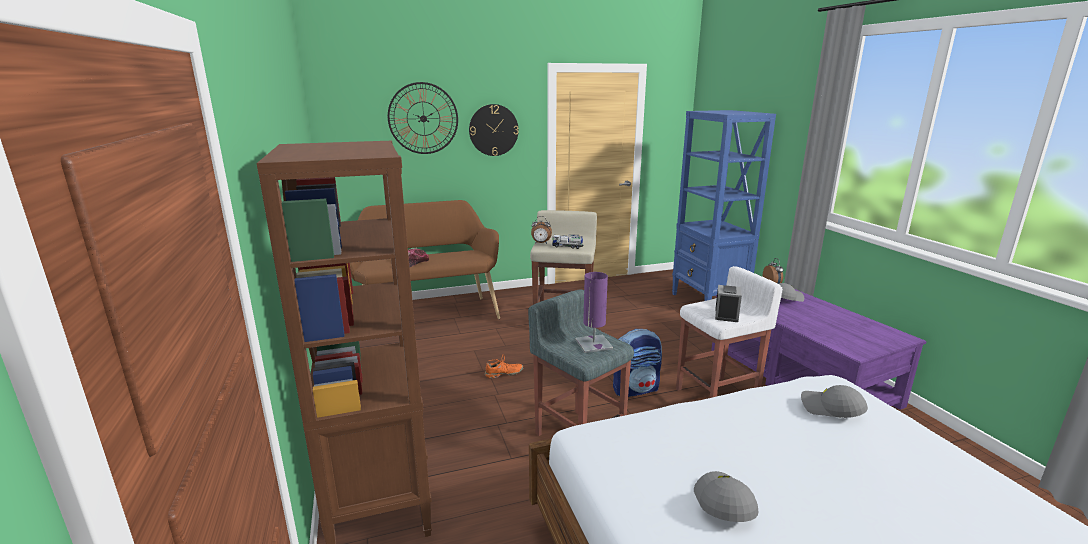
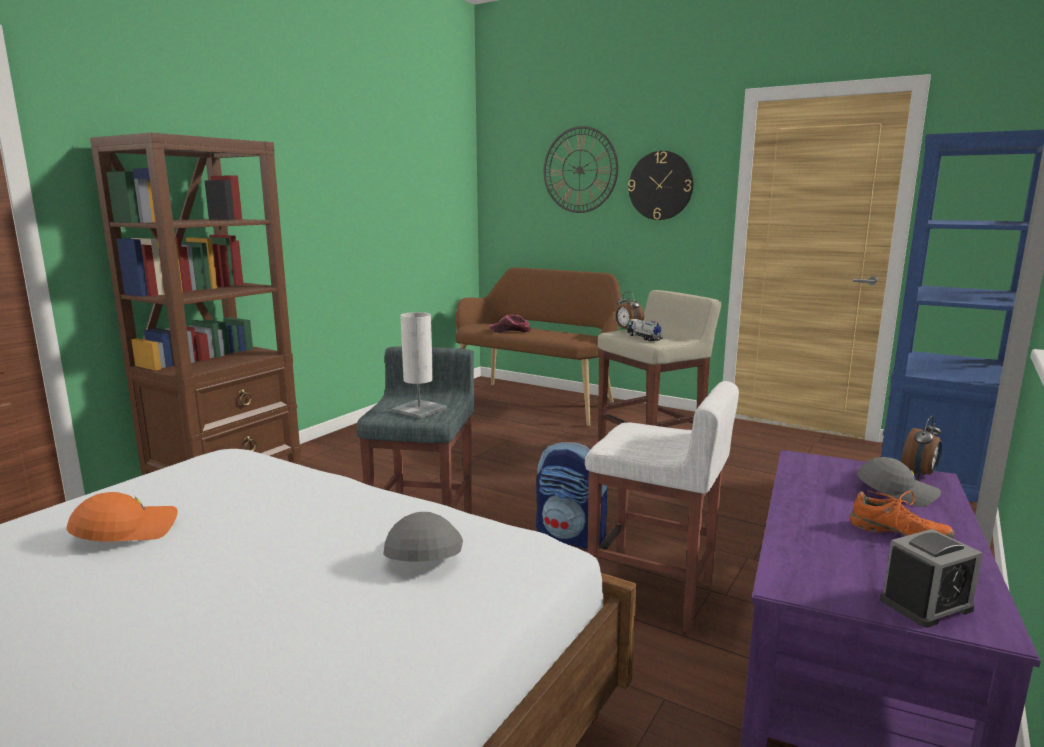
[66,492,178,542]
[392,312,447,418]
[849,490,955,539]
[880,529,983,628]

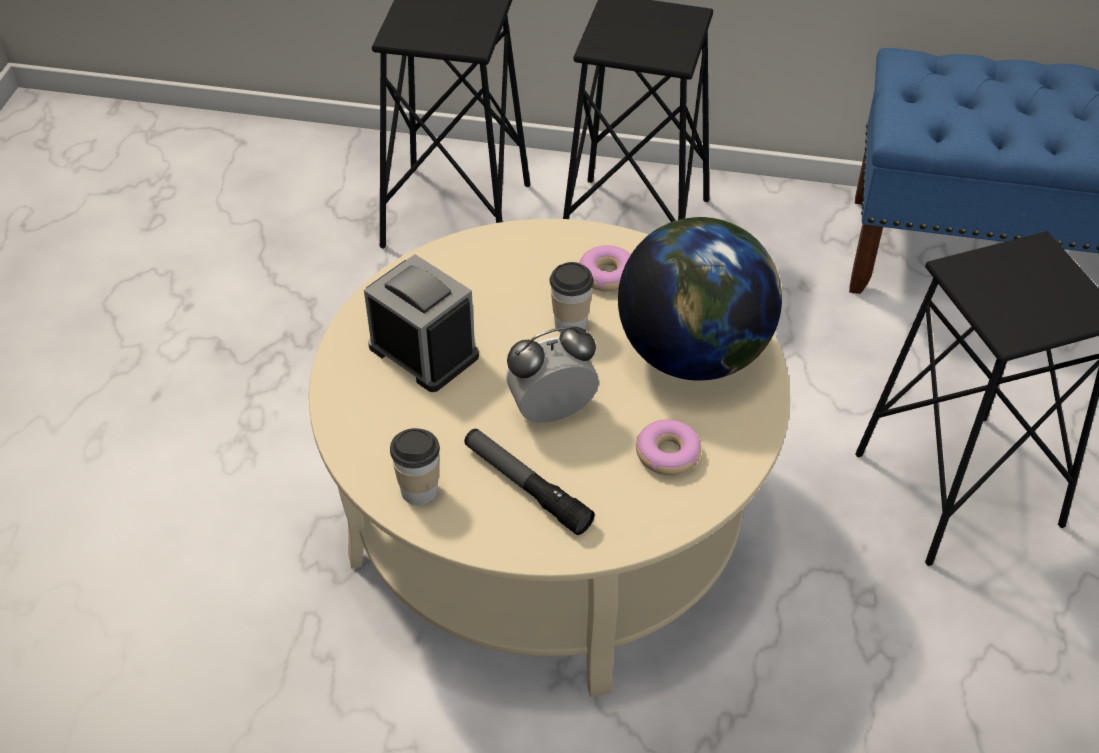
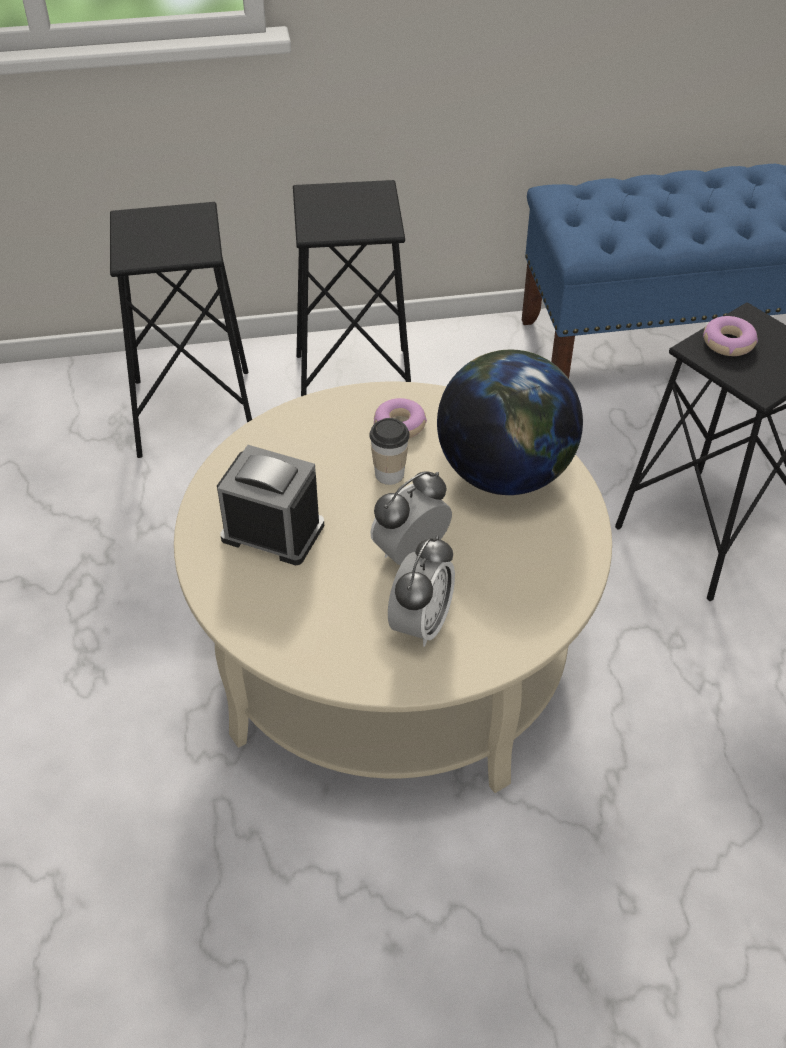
[388,535,455,647]
[703,316,758,356]
[390,428,440,505] (first image)

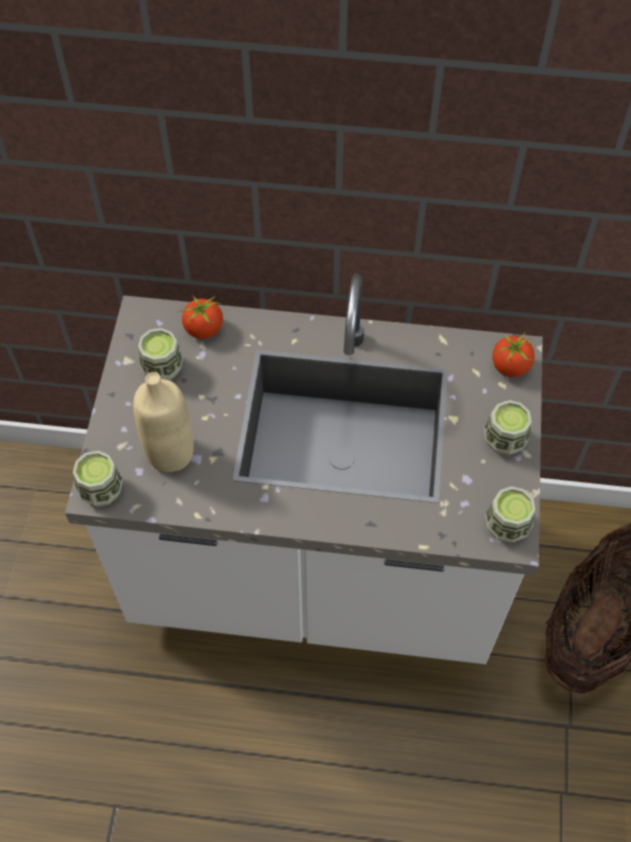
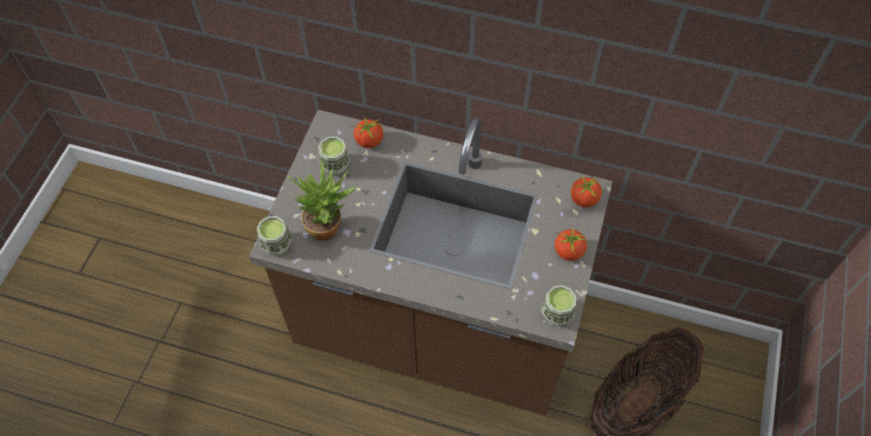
[249,110,613,415]
[287,161,356,241]
[555,226,588,261]

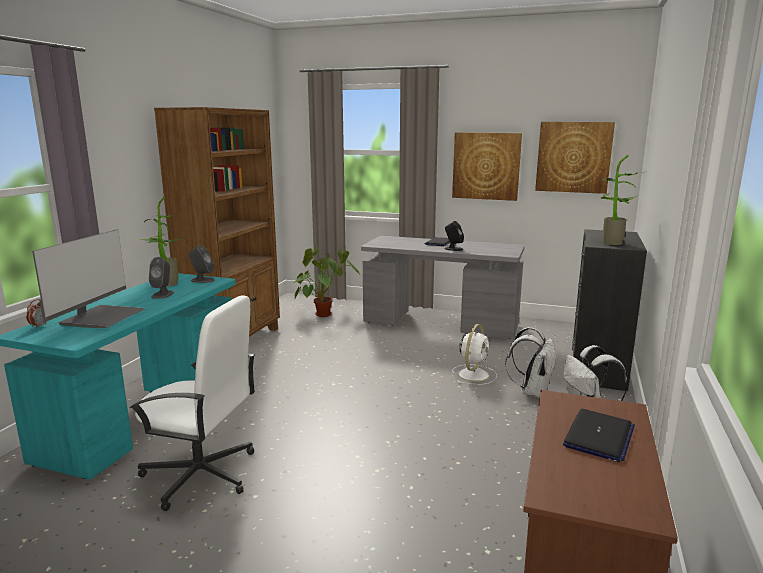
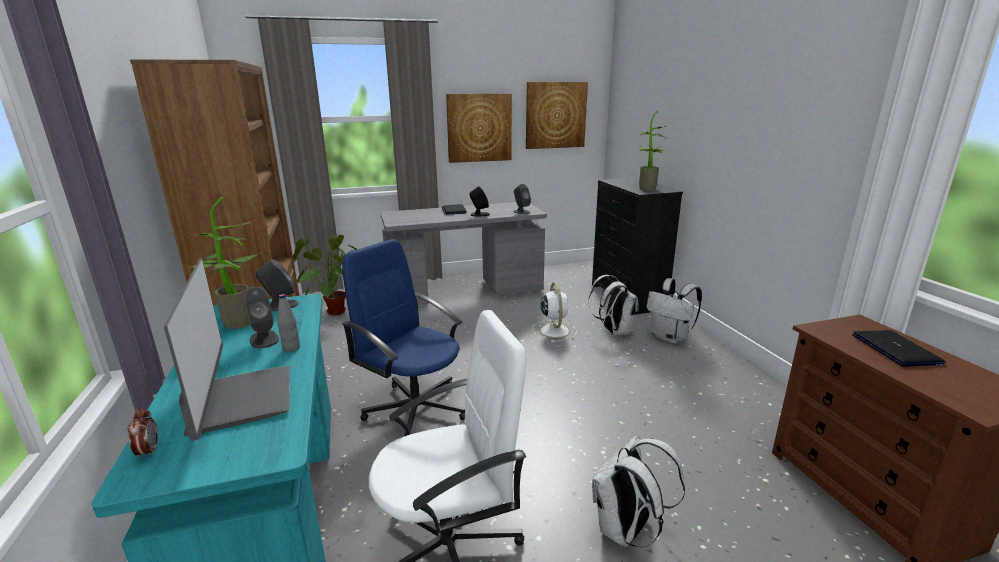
[277,294,300,352]
[342,239,465,436]
[513,184,531,214]
[592,436,685,547]

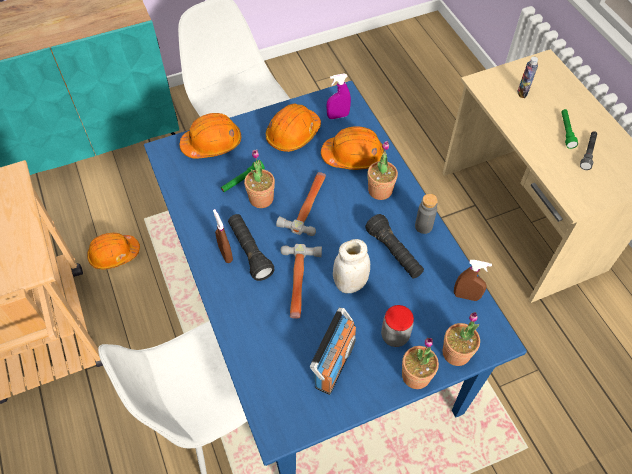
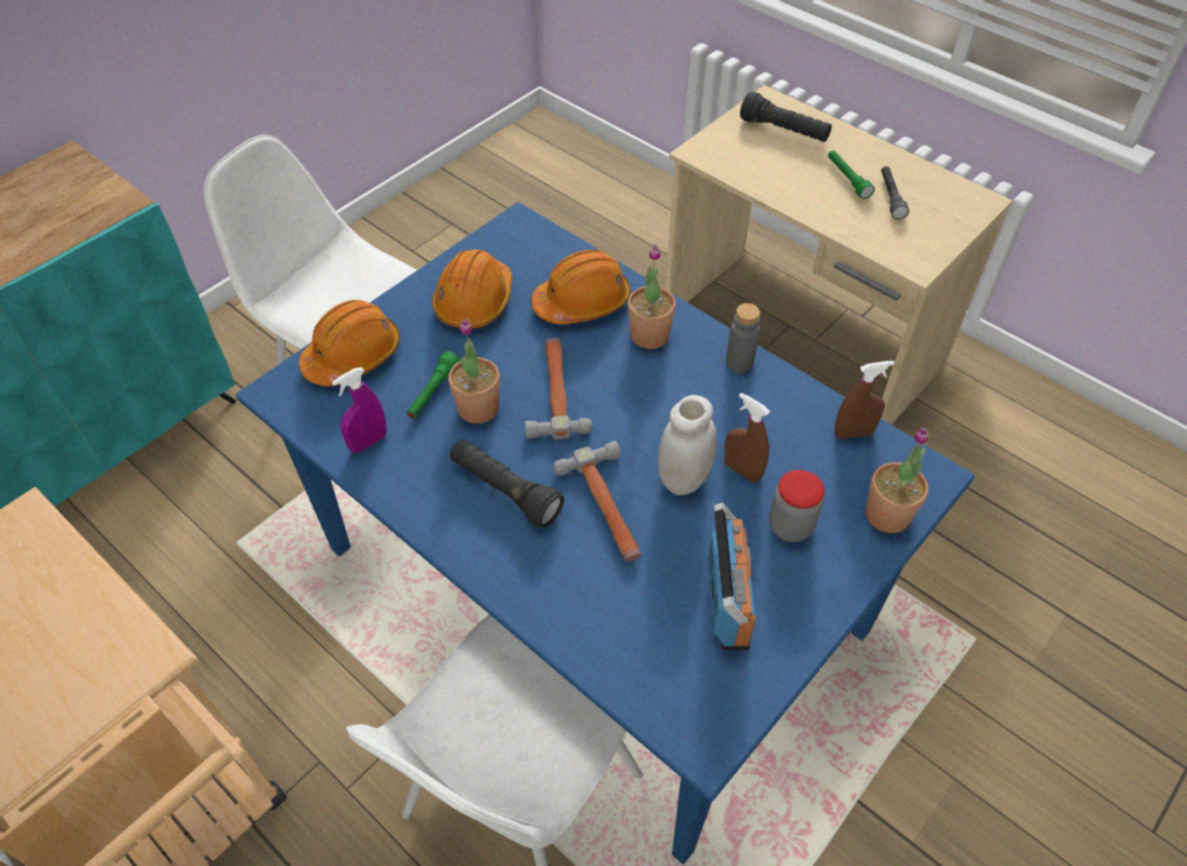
[332,367,387,453]
[724,393,770,482]
[740,92,832,142]
[87,233,140,269] (first image)
[402,338,439,389] (first image)
[518,57,538,98] (first image)

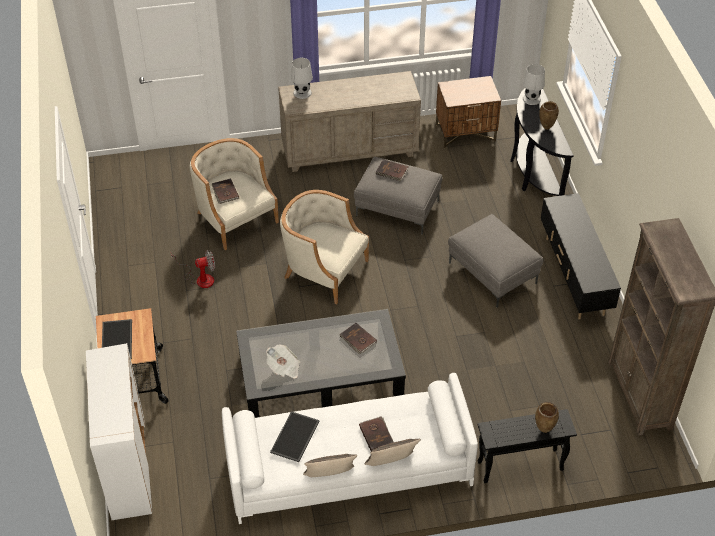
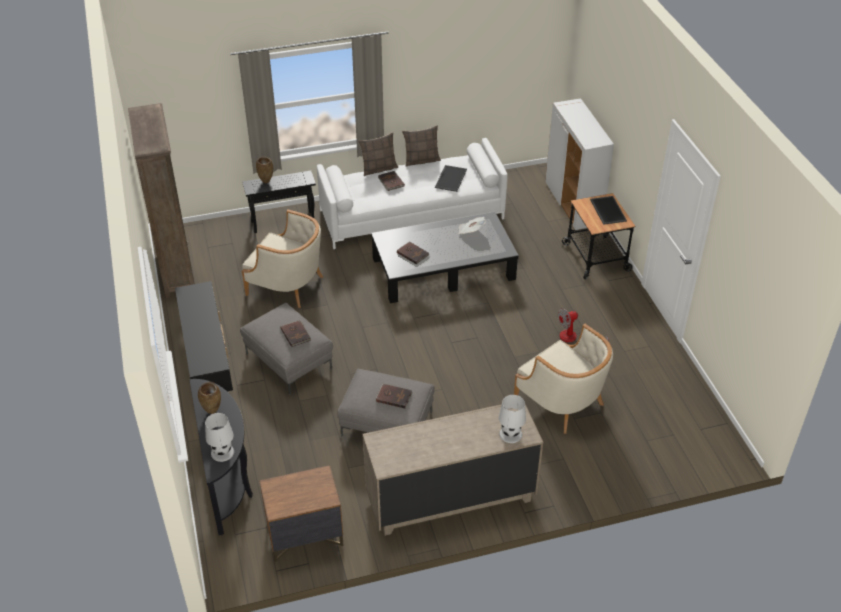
[242,209,323,308]
[281,320,311,347]

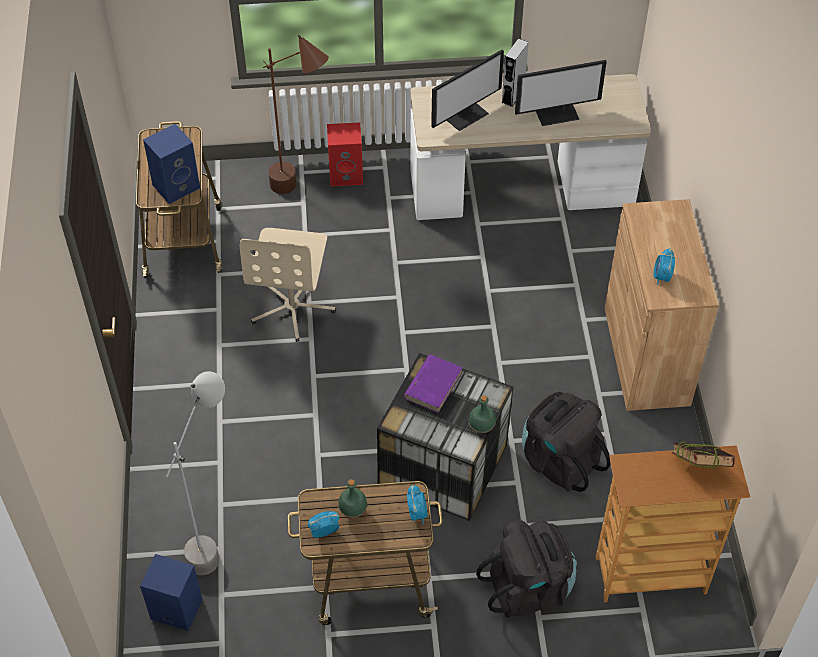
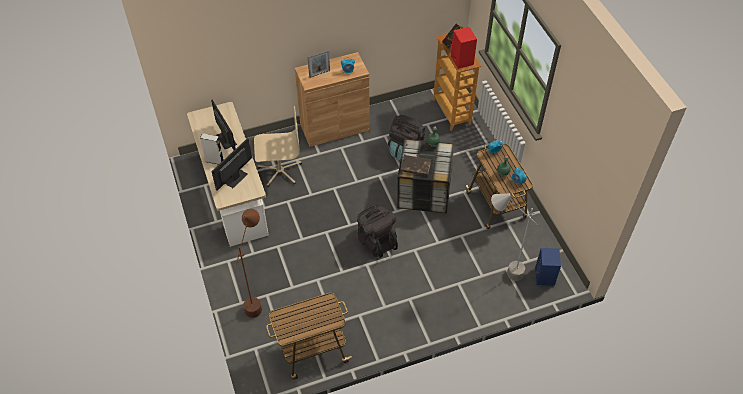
[211,138,252,191]
[254,106,302,187]
[308,50,330,78]
[357,205,398,258]
[401,155,431,176]
[451,27,477,69]
[143,124,200,204] (first image)

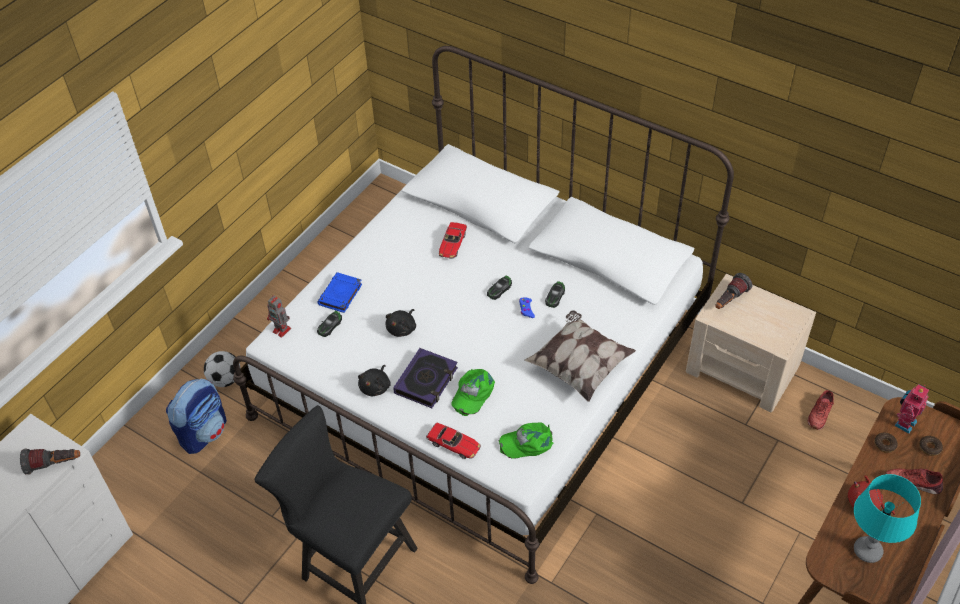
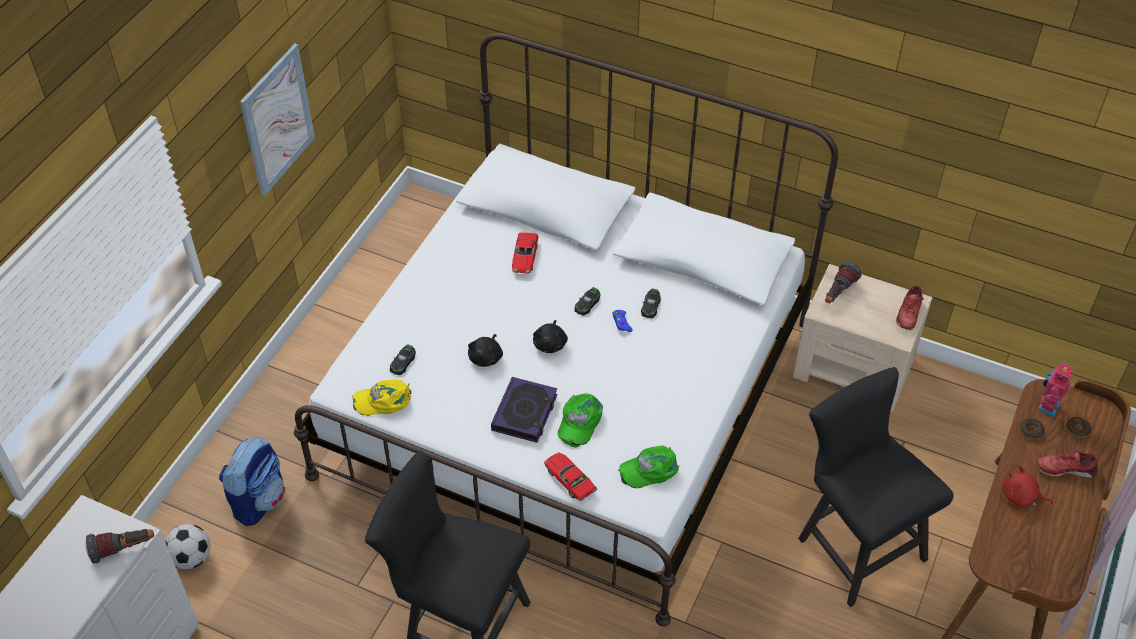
[165,524,210,569]
[240,44,315,196]
[352,380,411,416]
[533,320,568,353]
[544,453,597,501]
[798,367,954,607]
[896,286,924,330]
[267,296,291,338] (first image)
[317,272,362,313] (first image)
[524,310,636,402] (first image)
[854,474,921,563] (first image)

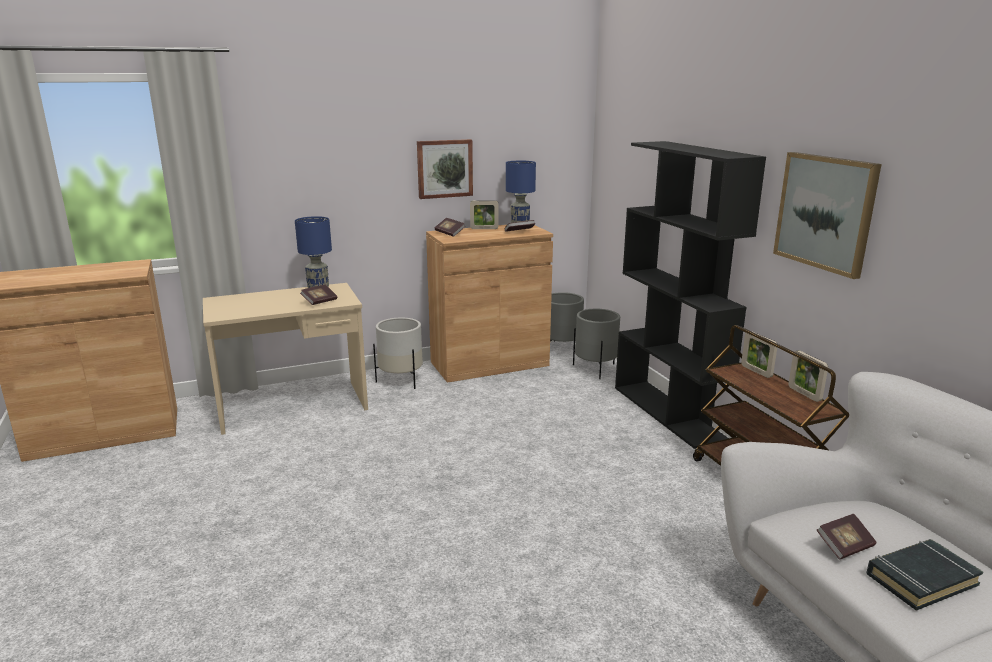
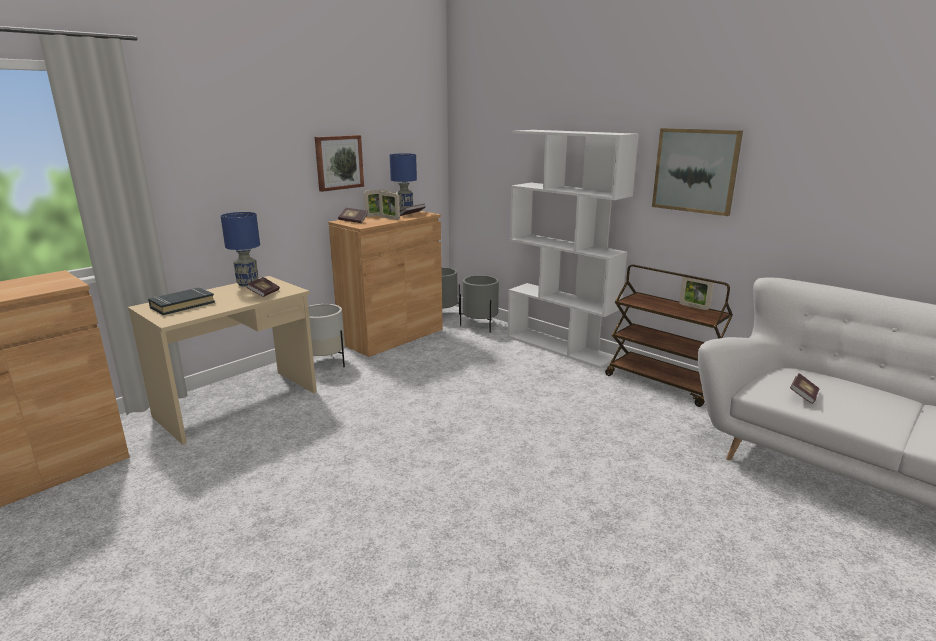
[148,287,215,315]
[379,191,400,220]
[507,130,639,368]

